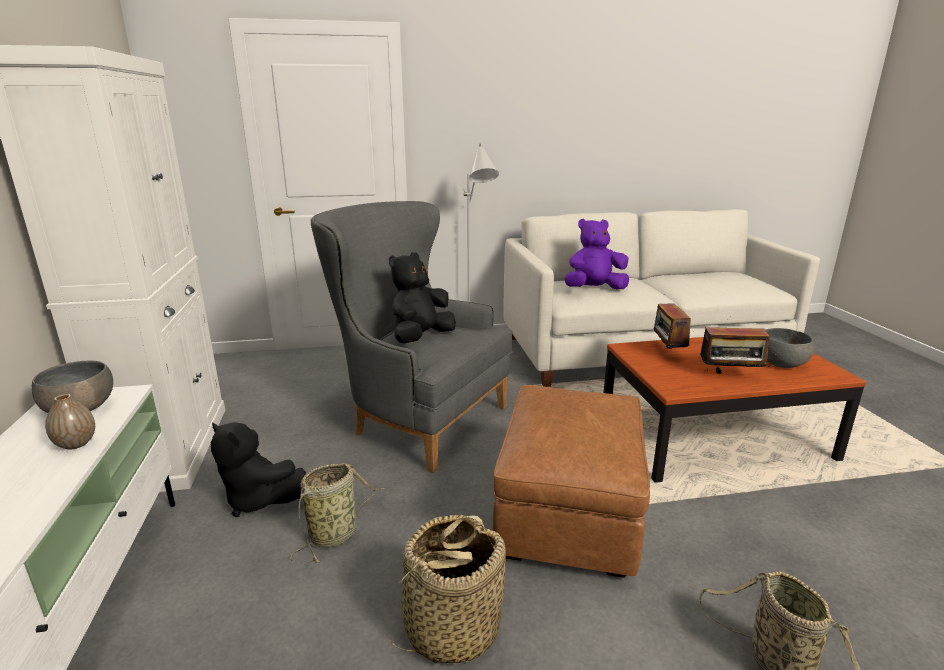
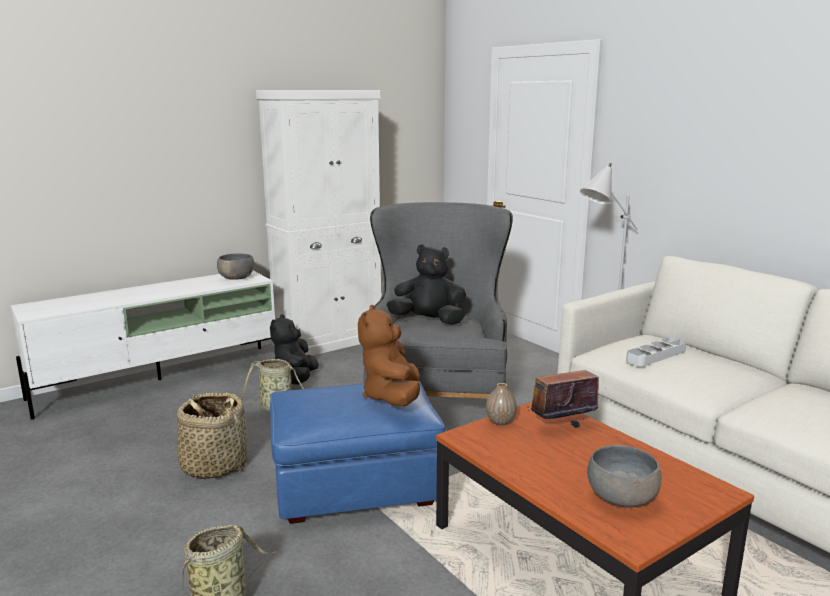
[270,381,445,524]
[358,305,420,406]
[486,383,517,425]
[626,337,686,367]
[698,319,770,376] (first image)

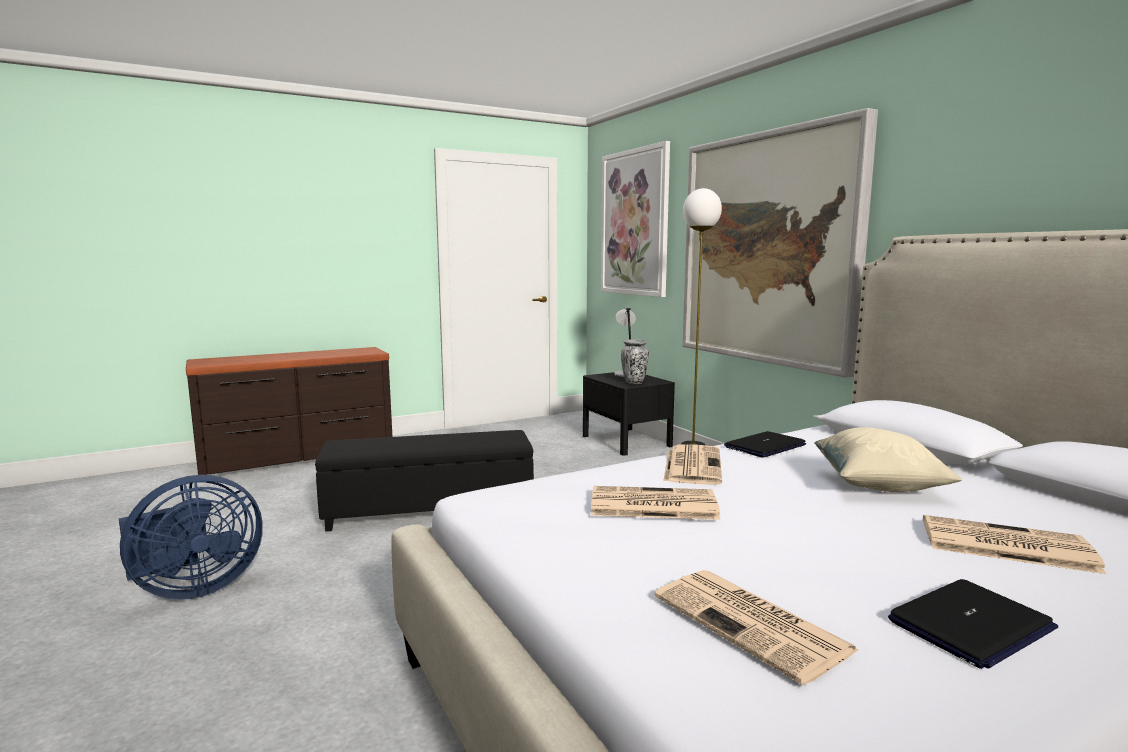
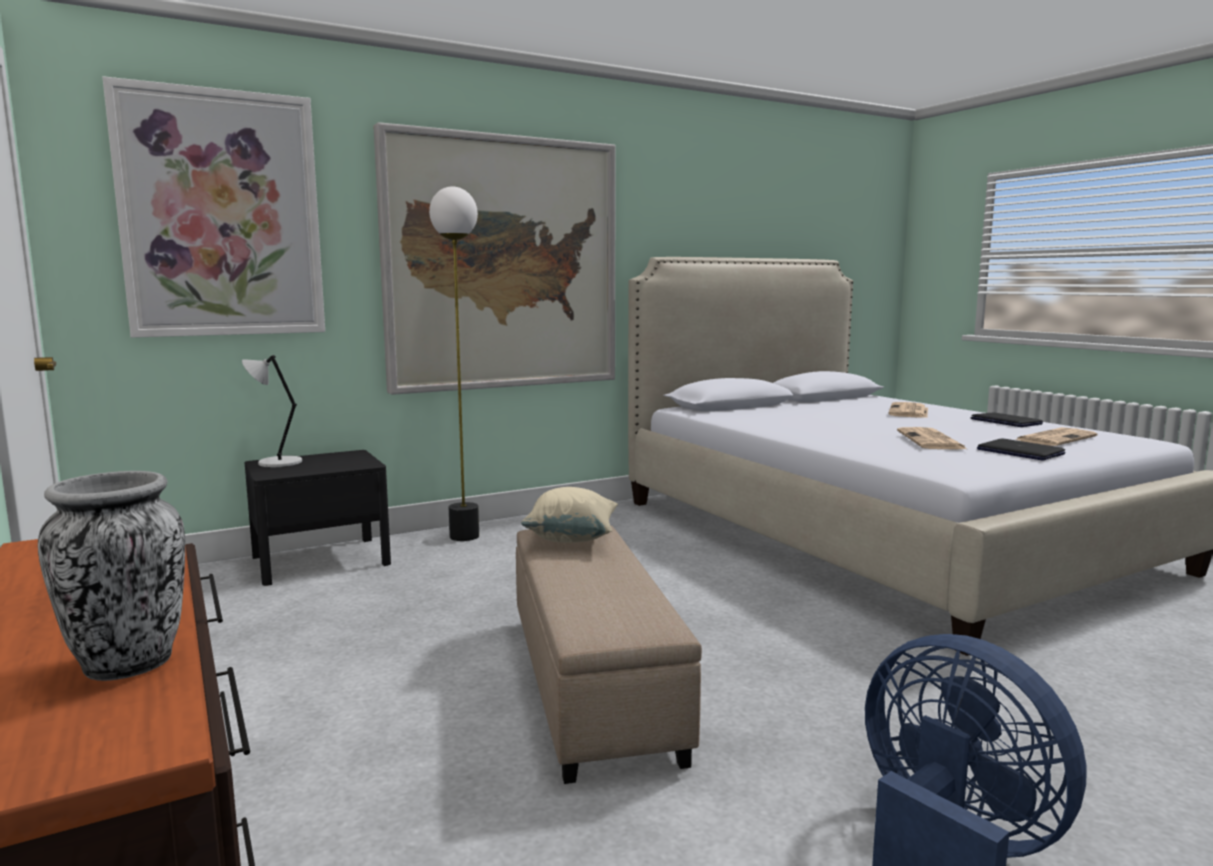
[38,471,185,681]
[516,525,702,784]
[521,487,618,543]
[977,439,1065,461]
[663,444,722,485] (first image)

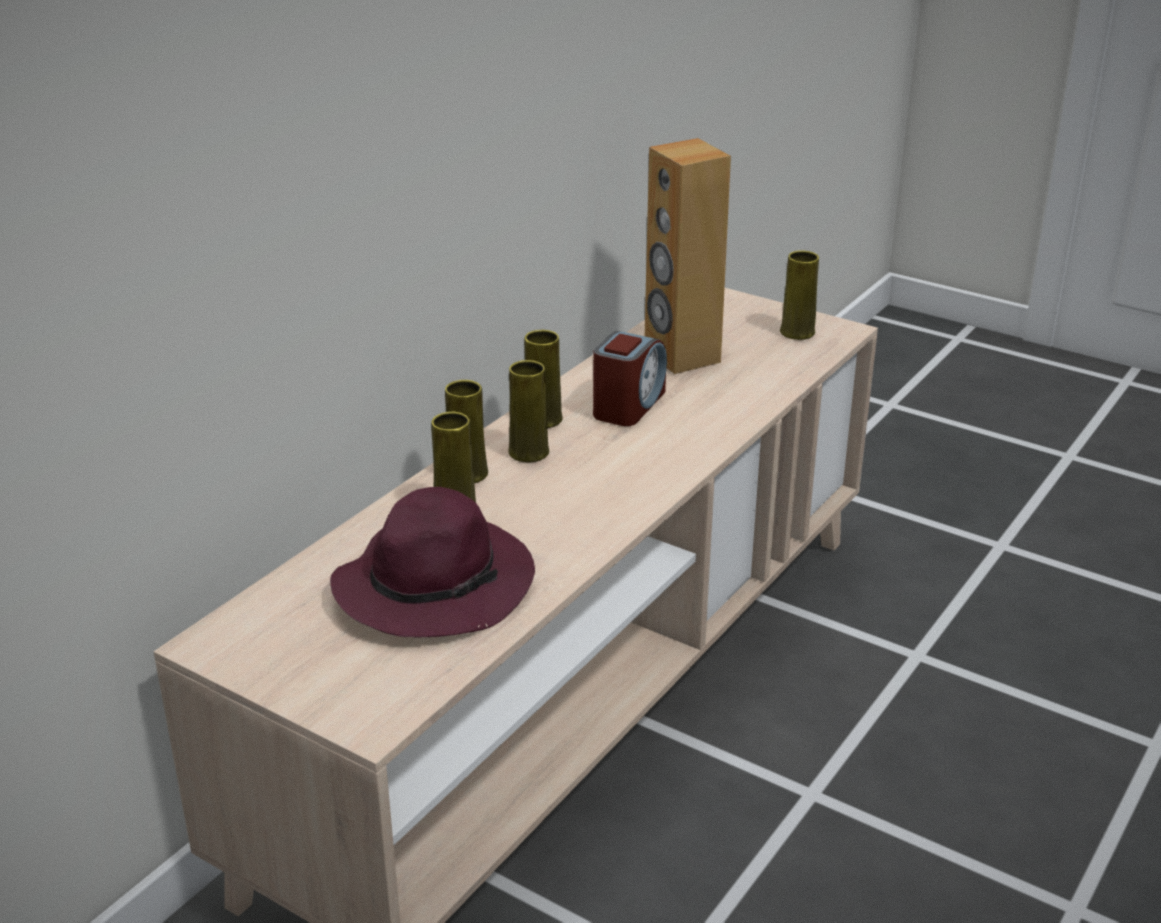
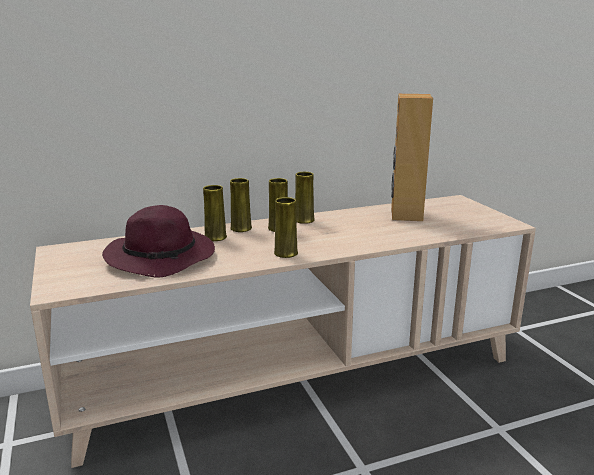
[274,197,298,258]
[593,331,667,426] (first image)

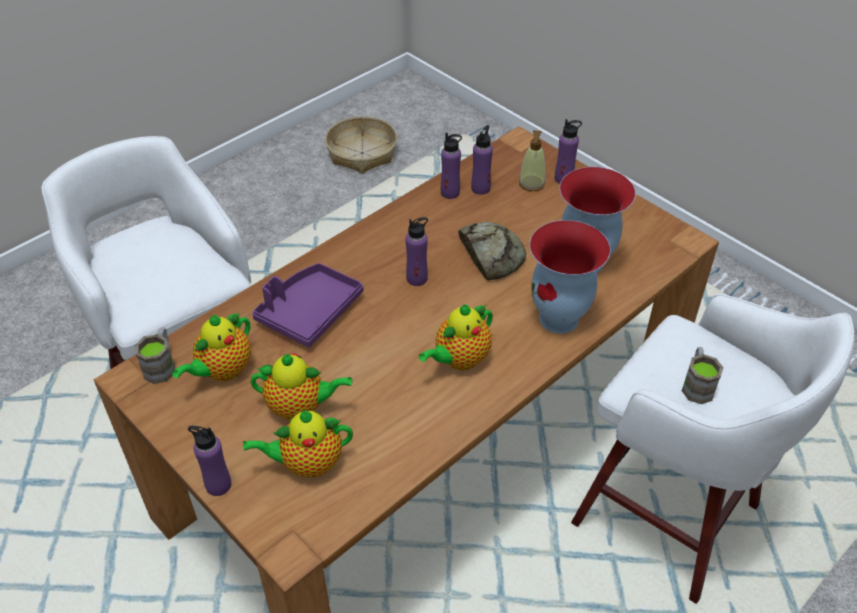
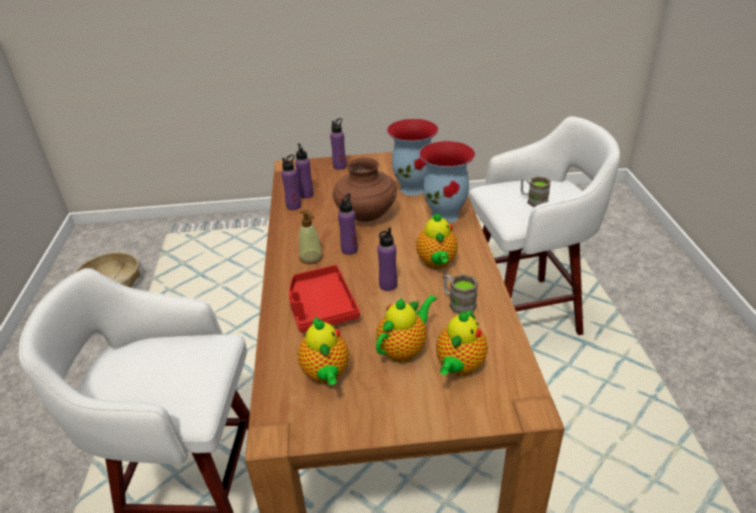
[289,265,360,333]
[299,209,323,264]
[333,158,397,222]
[377,227,397,291]
[443,274,478,314]

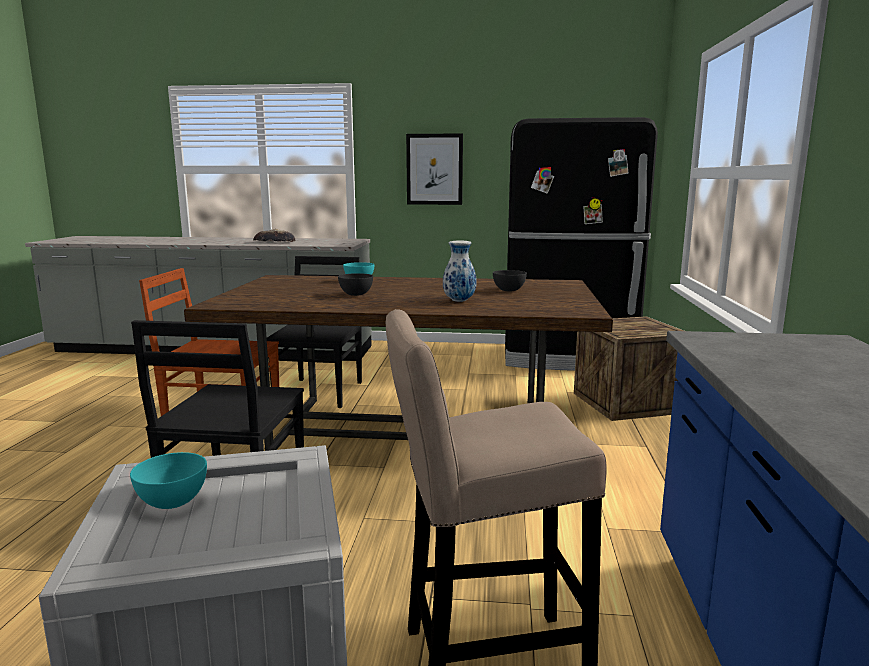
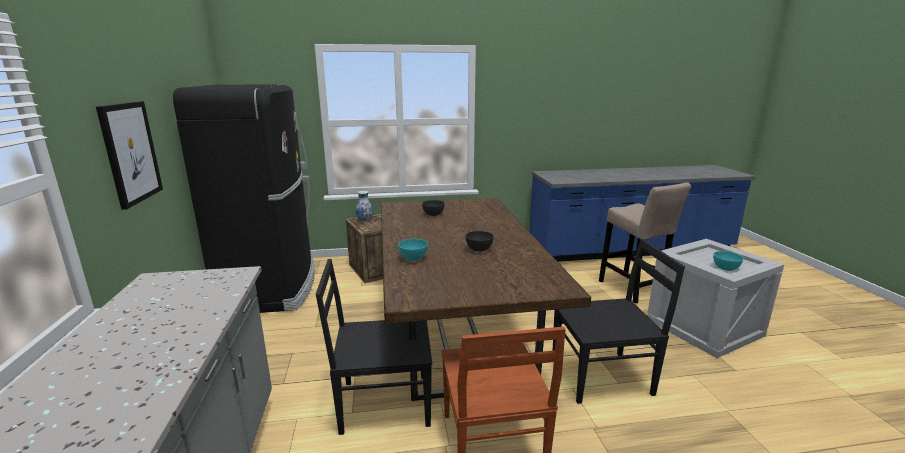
[356,191,373,221]
[253,229,296,242] (first image)

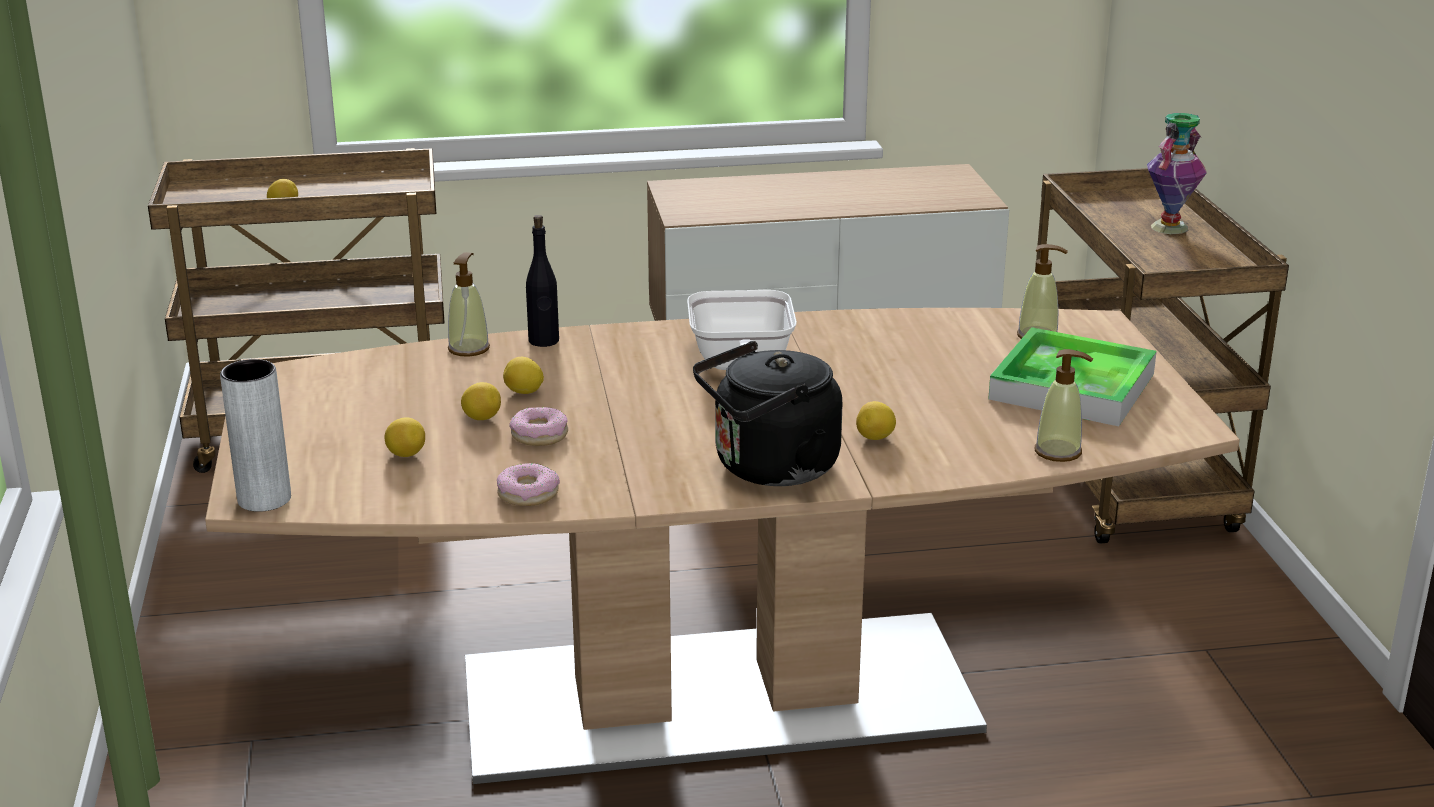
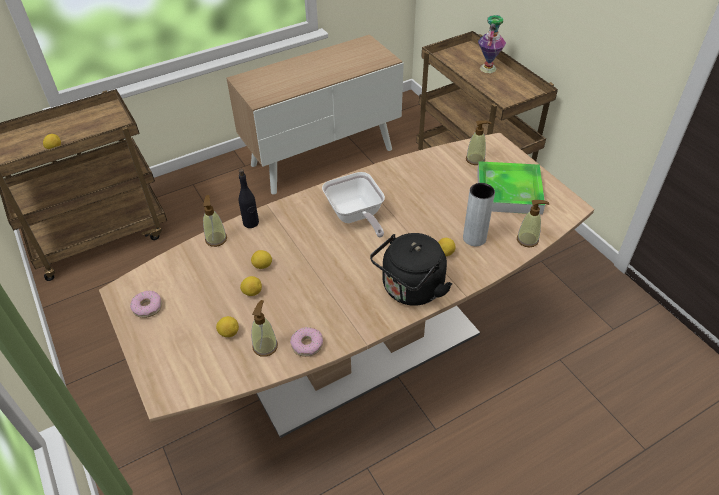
[130,291,162,318]
[252,300,278,357]
[463,183,495,246]

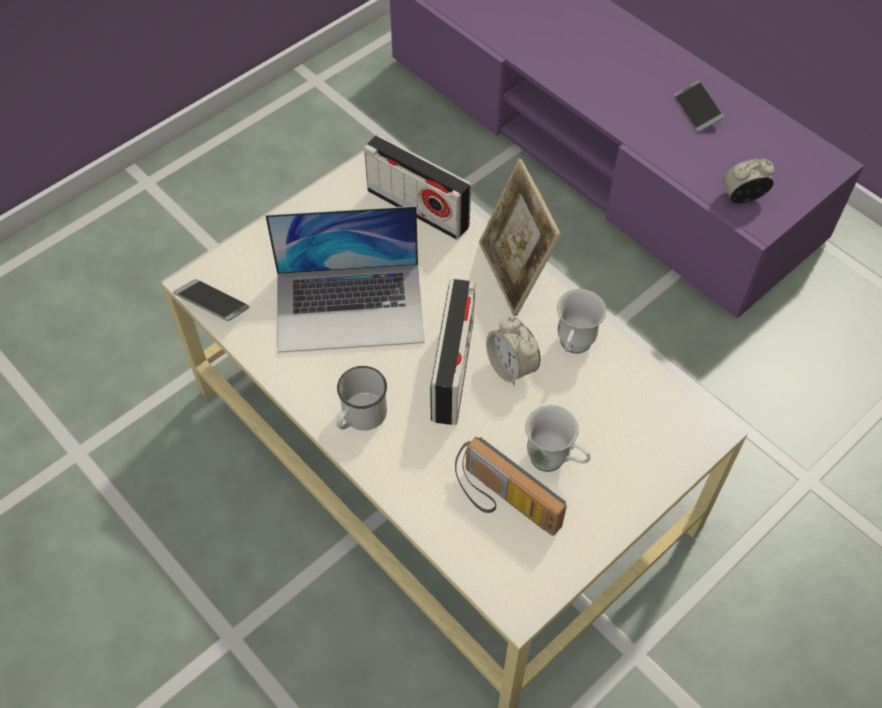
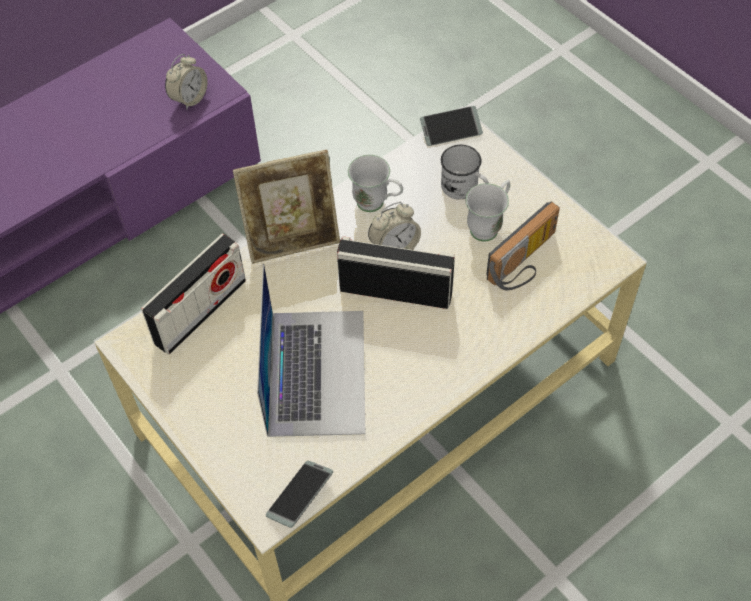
[165,54,208,110]
[420,106,483,146]
[441,145,489,199]

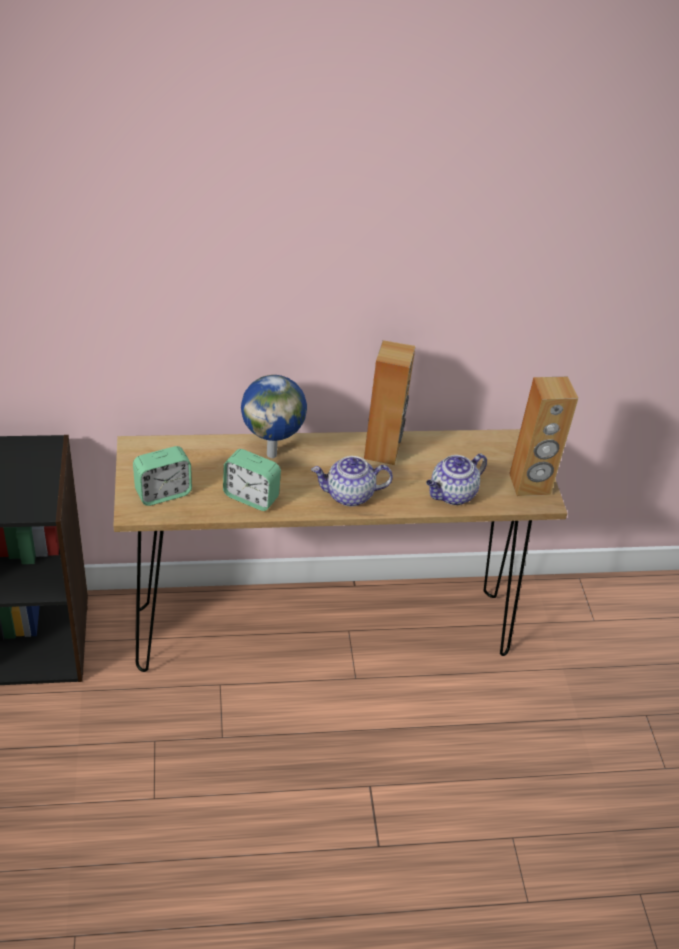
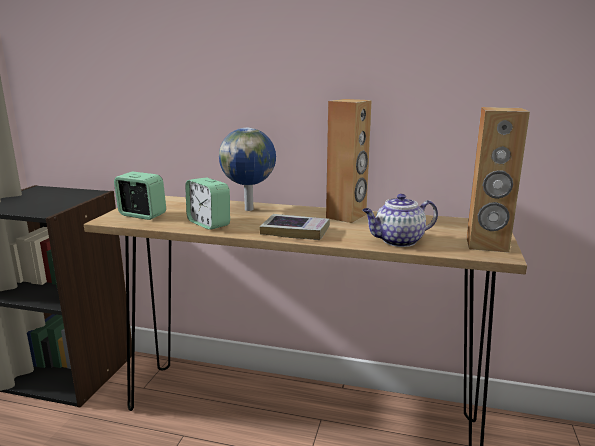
[114,172,166,220]
[260,214,330,240]

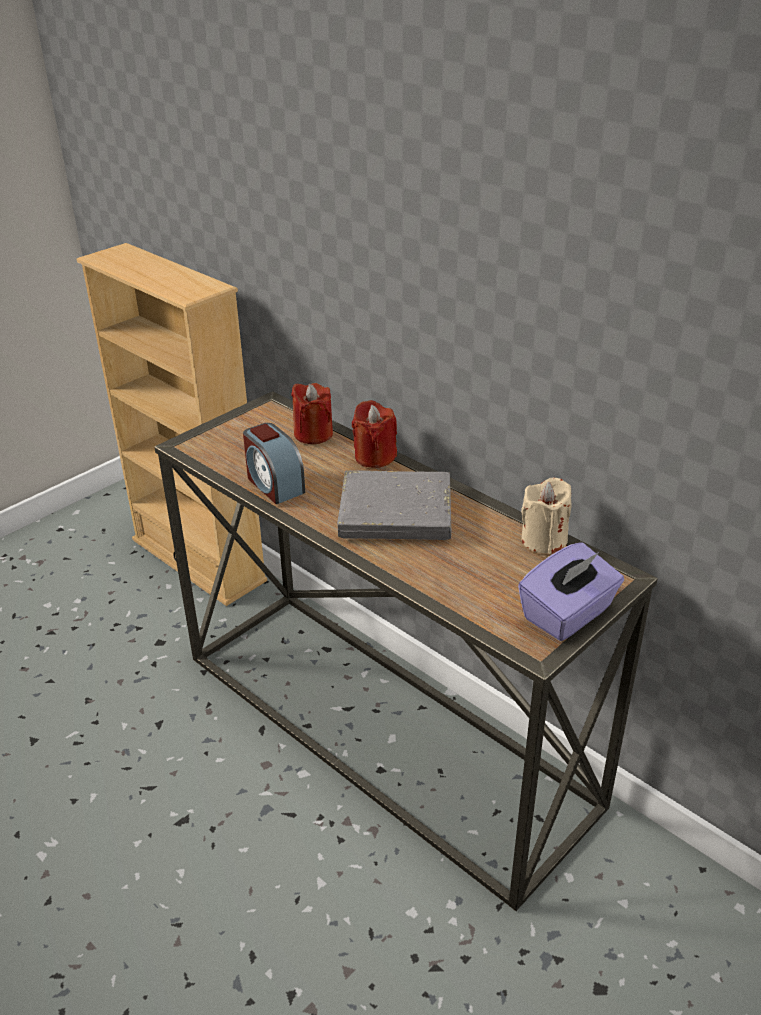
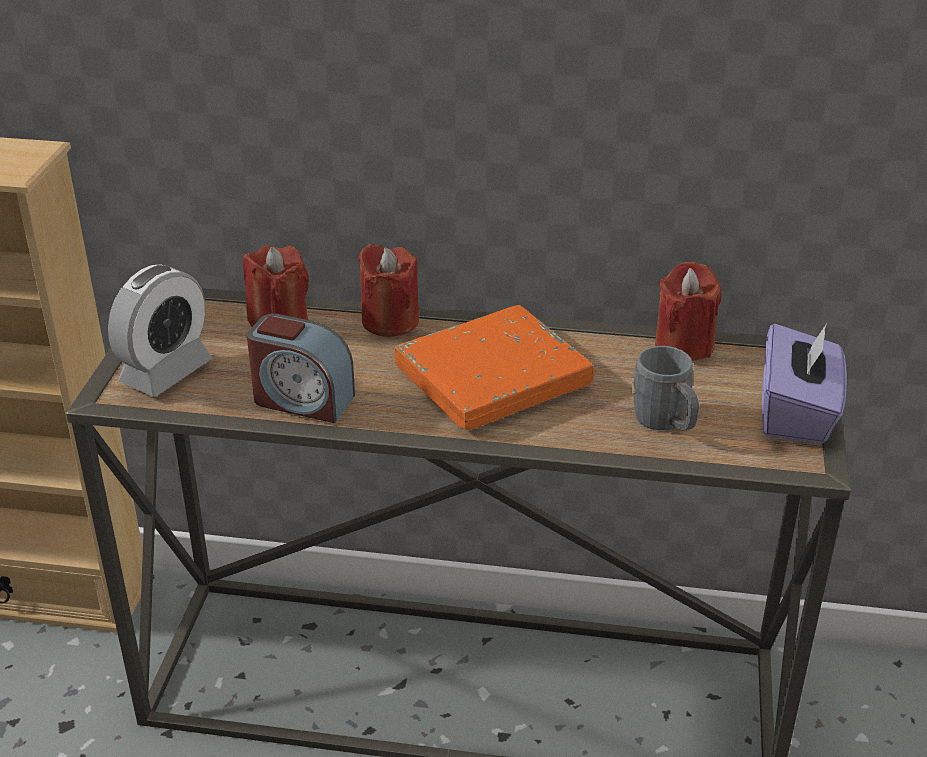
[108,265,212,397]
[394,305,594,431]
[631,346,699,431]
[655,262,722,361]

